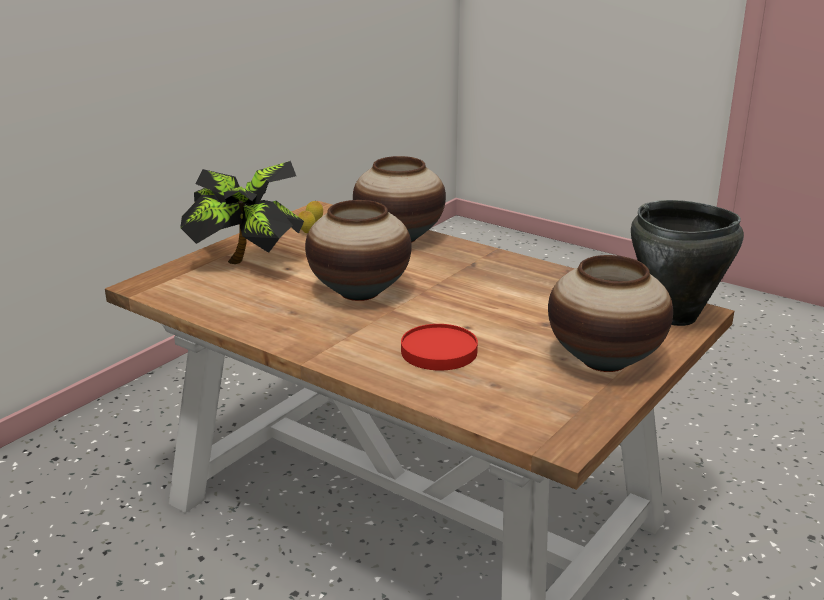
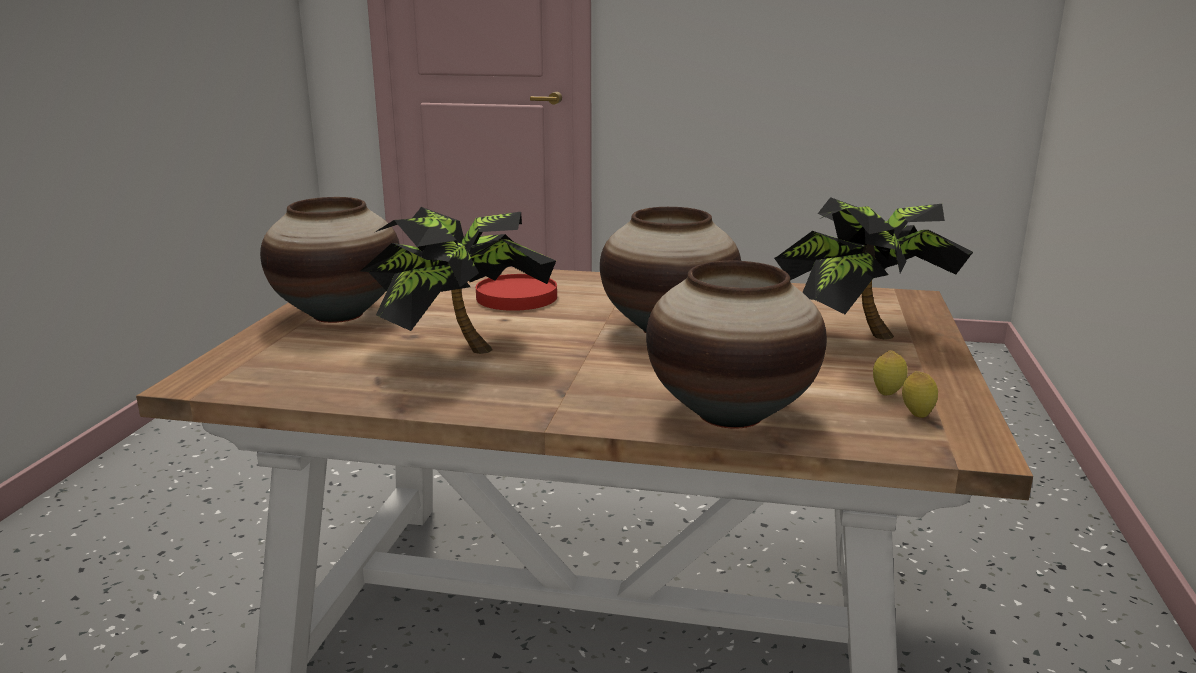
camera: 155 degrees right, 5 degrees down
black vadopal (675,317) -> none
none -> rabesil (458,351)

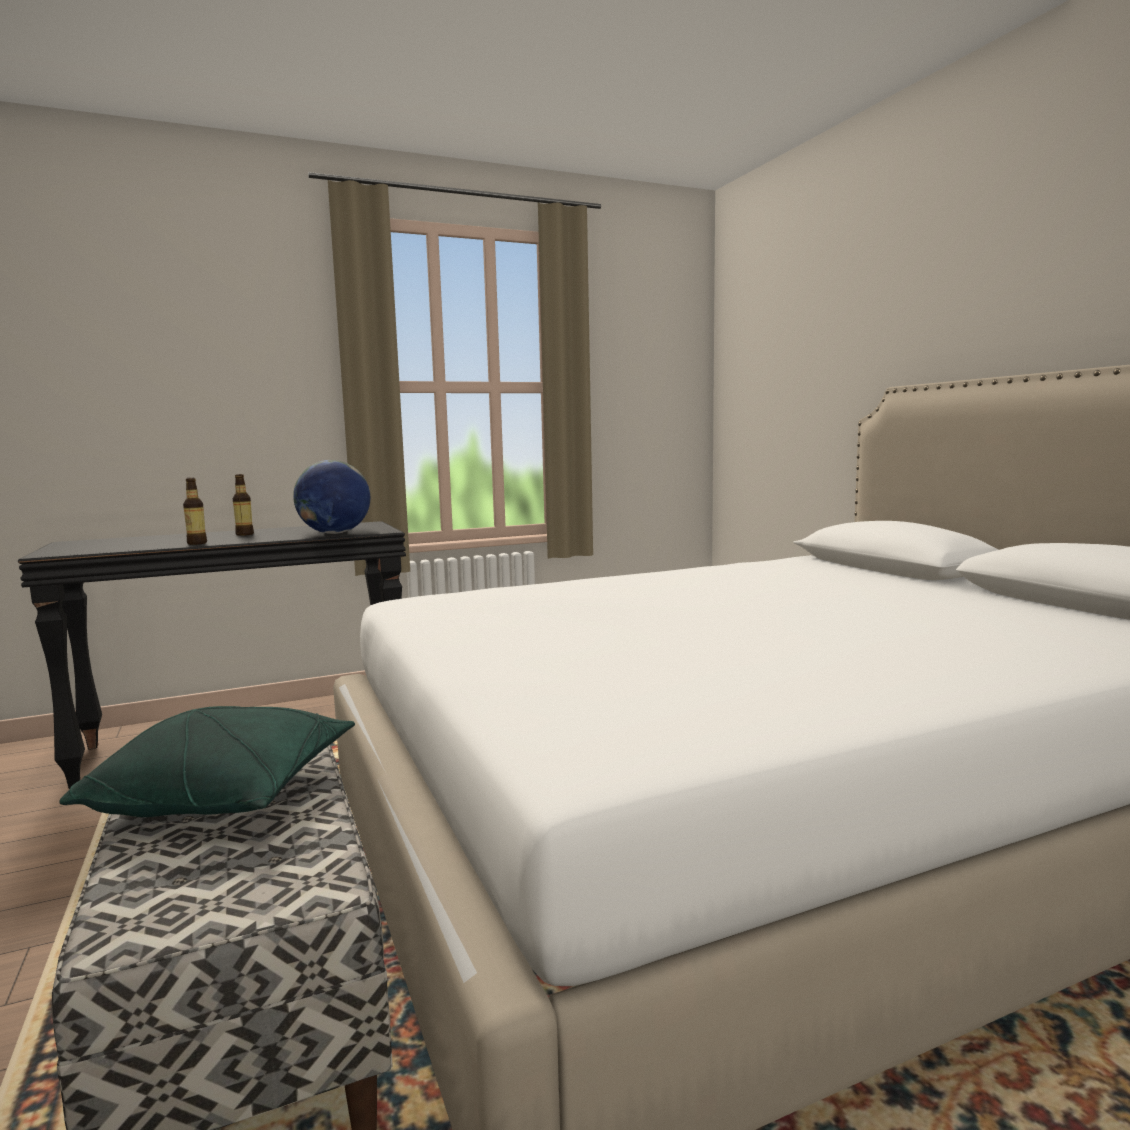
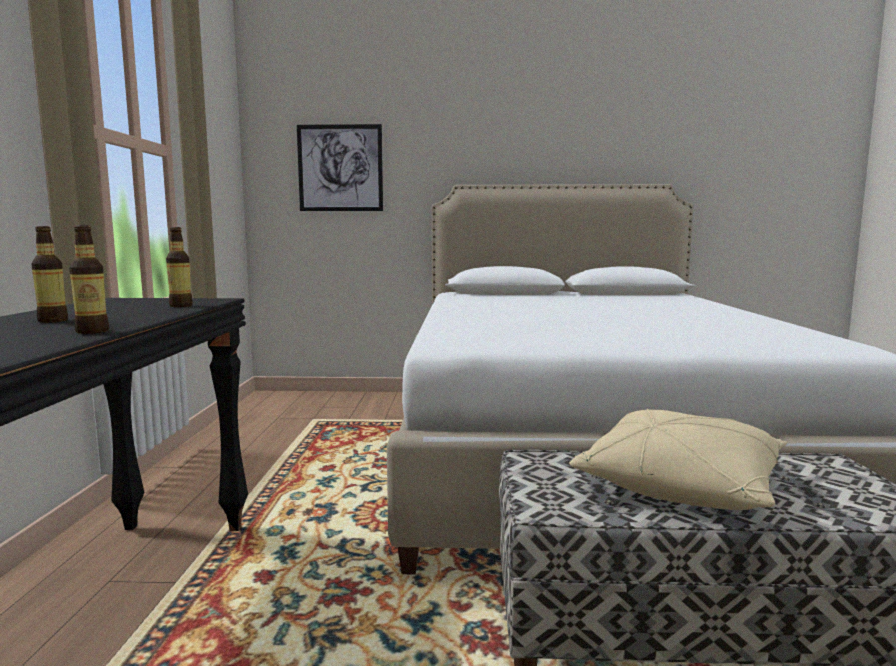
camera: 65 degrees left, 0 degrees up
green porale (226,794) -> beige porale (681,484)
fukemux (335,533) -> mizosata (181,306)
none -> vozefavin (340,168)

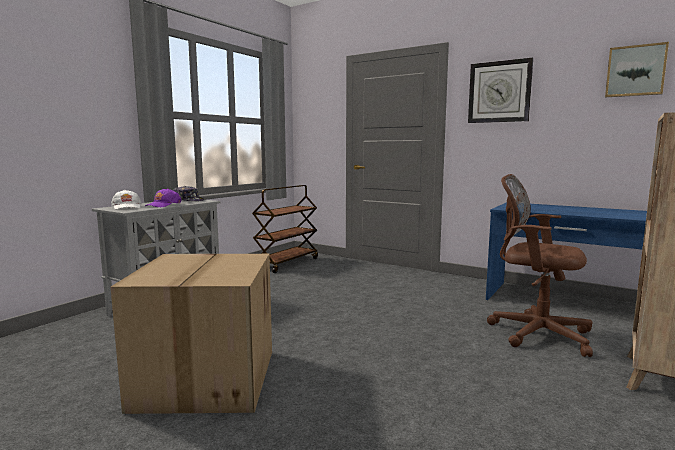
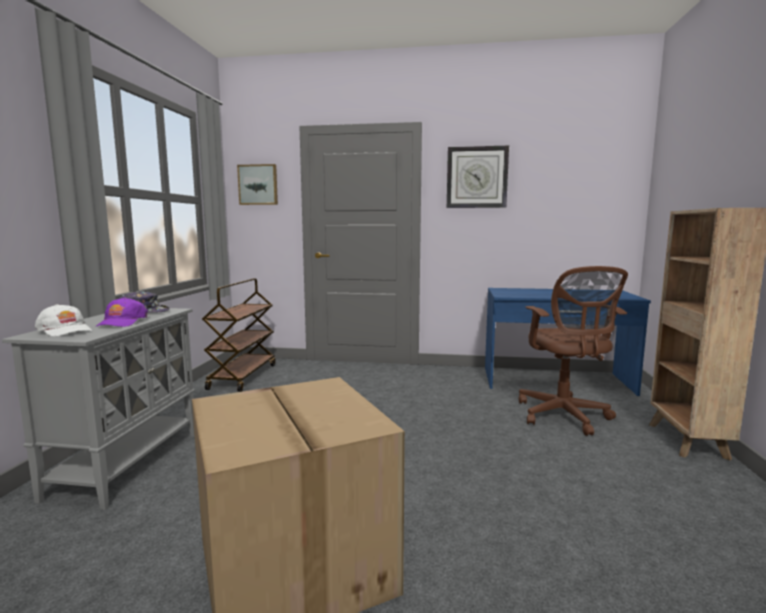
camera: 25 degrees left, 0 degrees up
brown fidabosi (535,333) -> brown fidabosi (564,416), 105 degrees counterclockwise
vozefavin (635,71) -> vozefavin (258,185), relocated

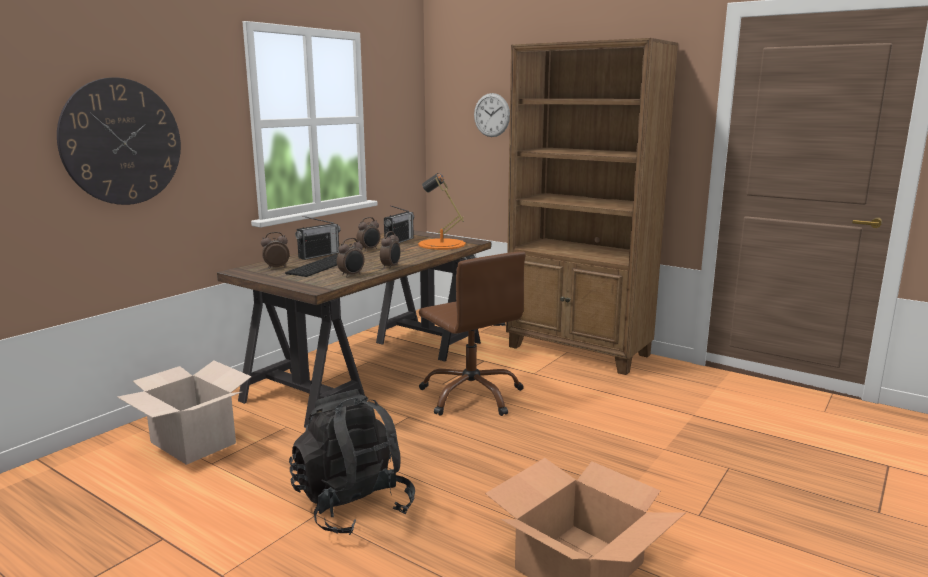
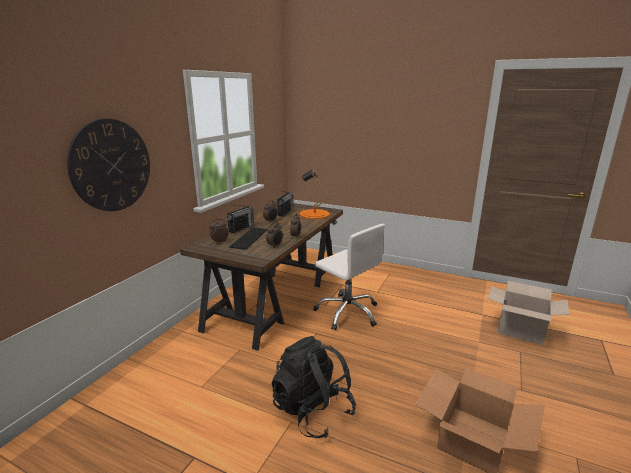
camera: 10 degrees left, 5 degrees up
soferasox (194,442) -> soferasox (520,330), relocated
brown fidabosi (472,395) -> white fidabosi (347,312)
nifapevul (491,115) -> none
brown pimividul (579,351) -> none

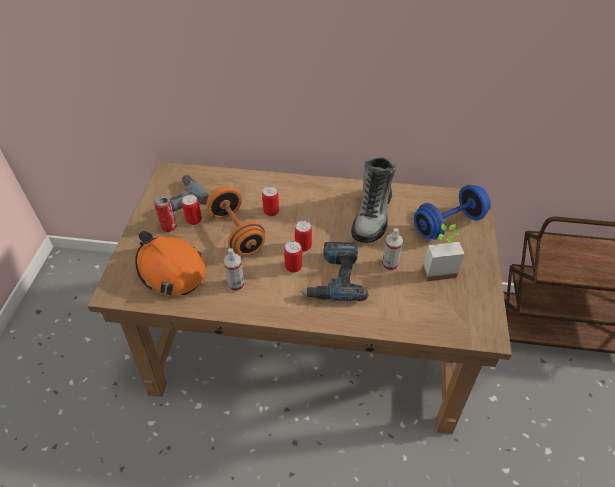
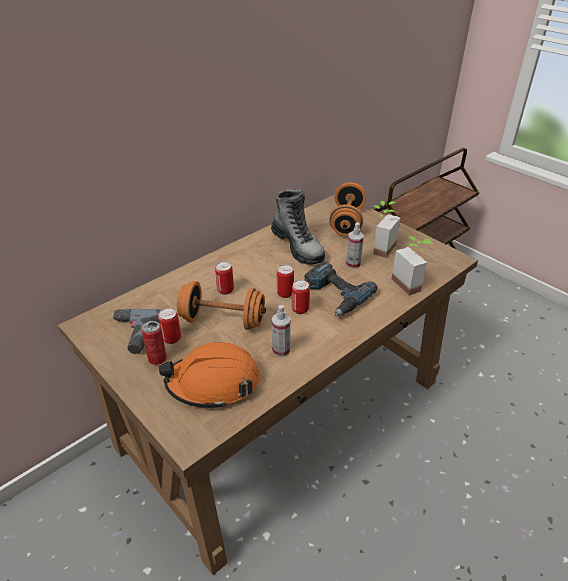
camera: 50 degrees left, 10 degrees down
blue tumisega (448,224) -> orange tumisega (347,222)
none -> rabesil (411,283)

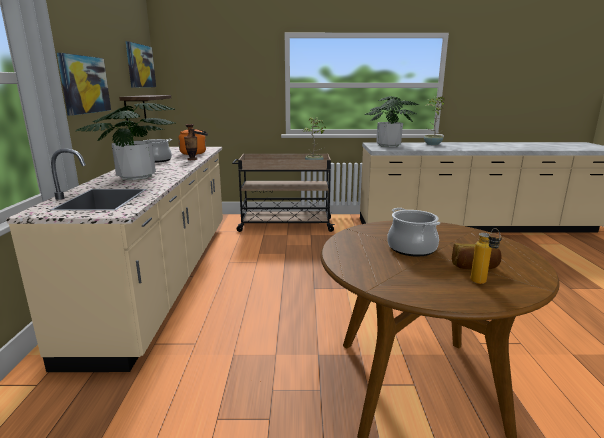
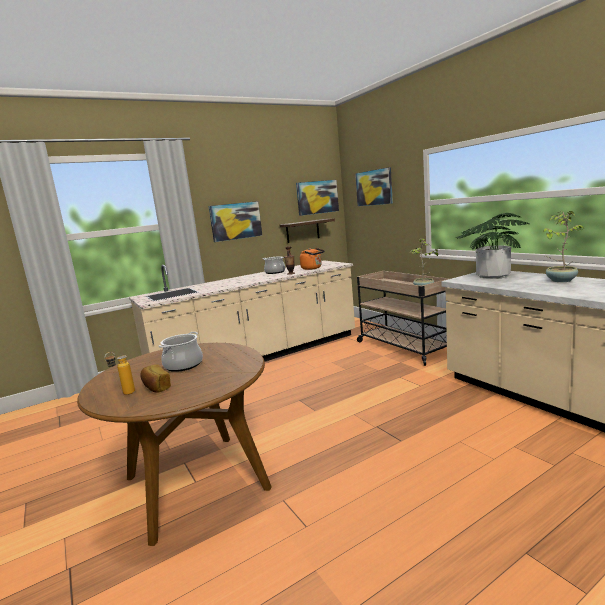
camera: 60 degrees right, 5 degrees down
rabesil (136,176) -> none
none -> vozefavin (374,187)

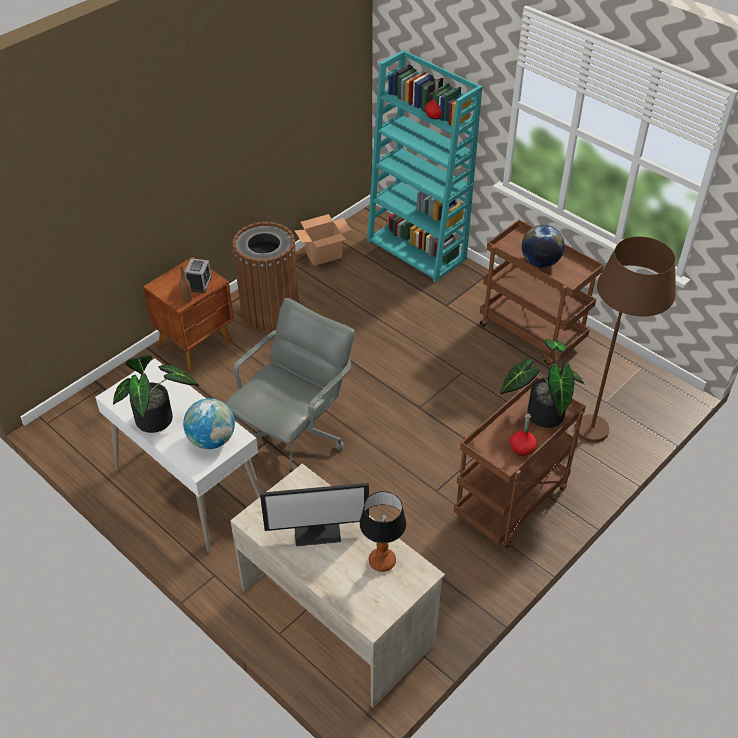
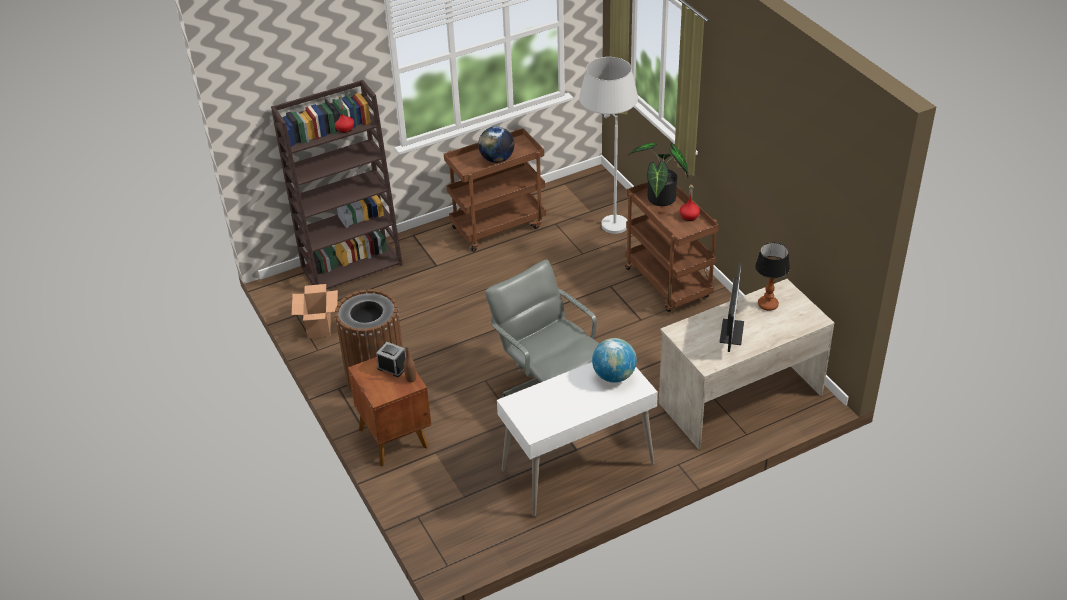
camera: 70 degrees left, 5 degrees down
rabesil (158,420) -> none
turquoise pimividul (417,250) -> brown pimividul (352,265)
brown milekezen (602,419) -> white milekezen (607,217)

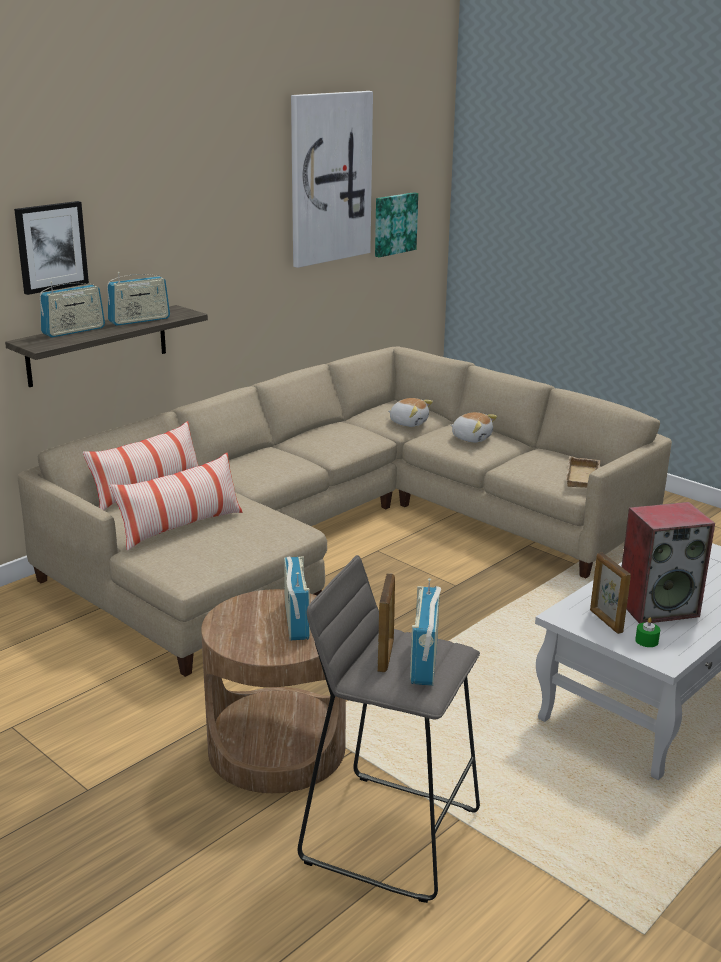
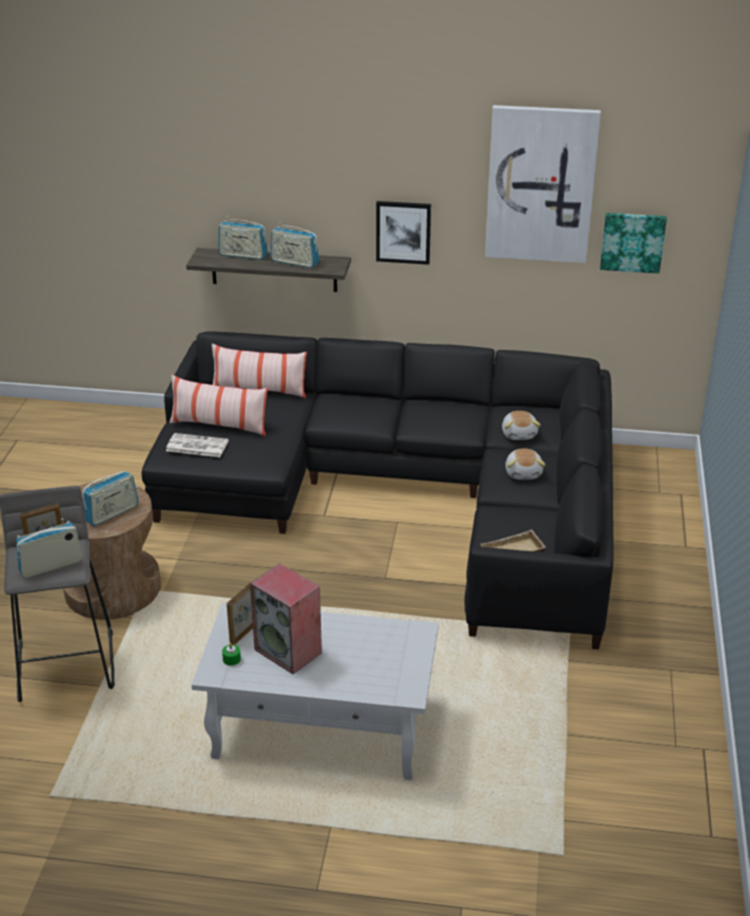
camera: 55 degrees right, 10 degrees up
vozefavin (51,247) -> vozefavin (403,232), relocated
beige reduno (342,533) -> black reduno (405,495)
none -> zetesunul (196,446)

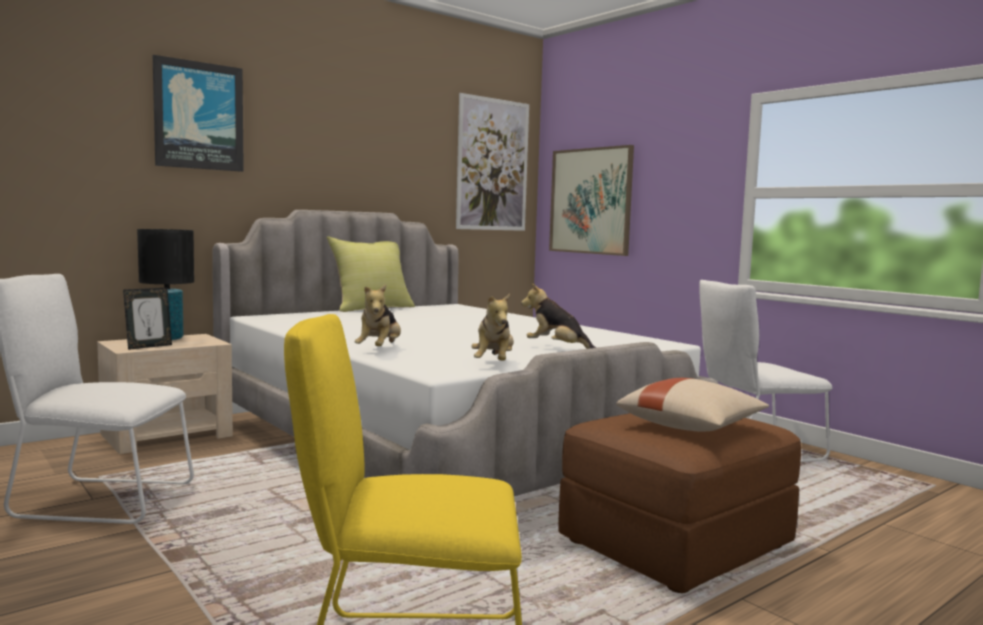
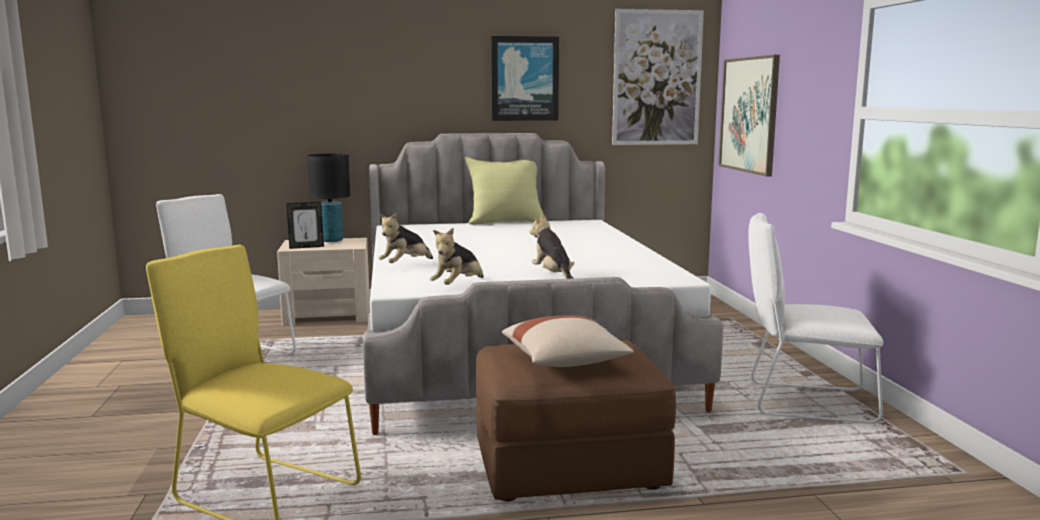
camera: 30 degrees right, 5 degrees up
vozefavin (199,116) -> vozefavin (524,78), relocated

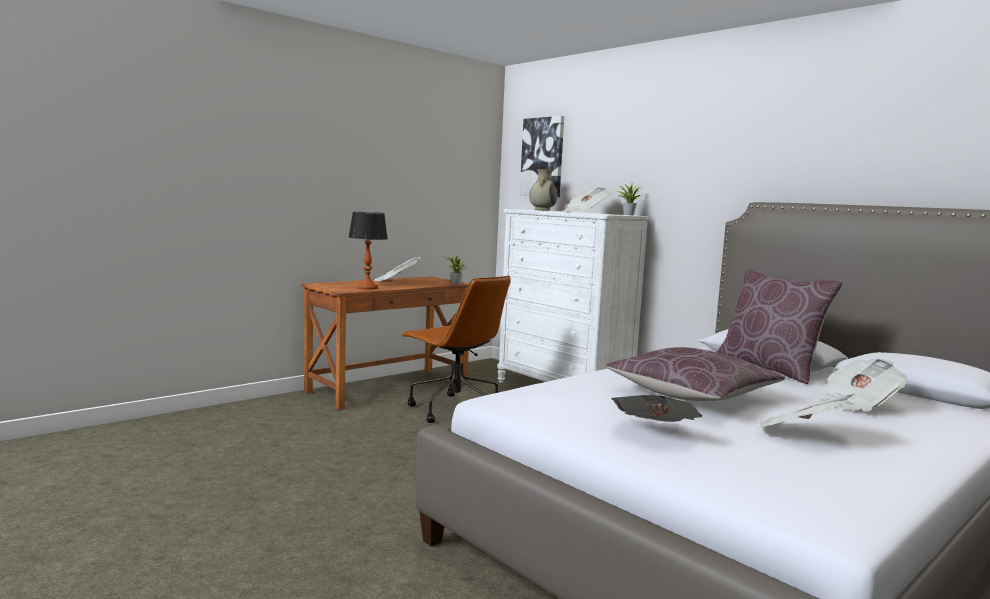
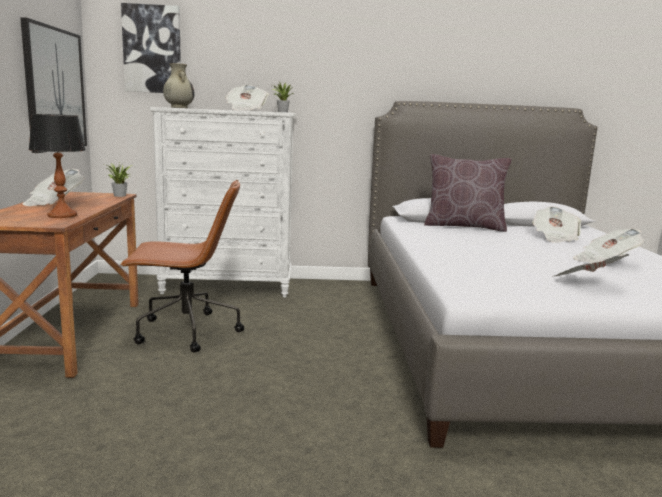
camera: 50 degrees left, 5 degrees up
brown porale (691,394) -> none
none -> vozefavin (54,89)

